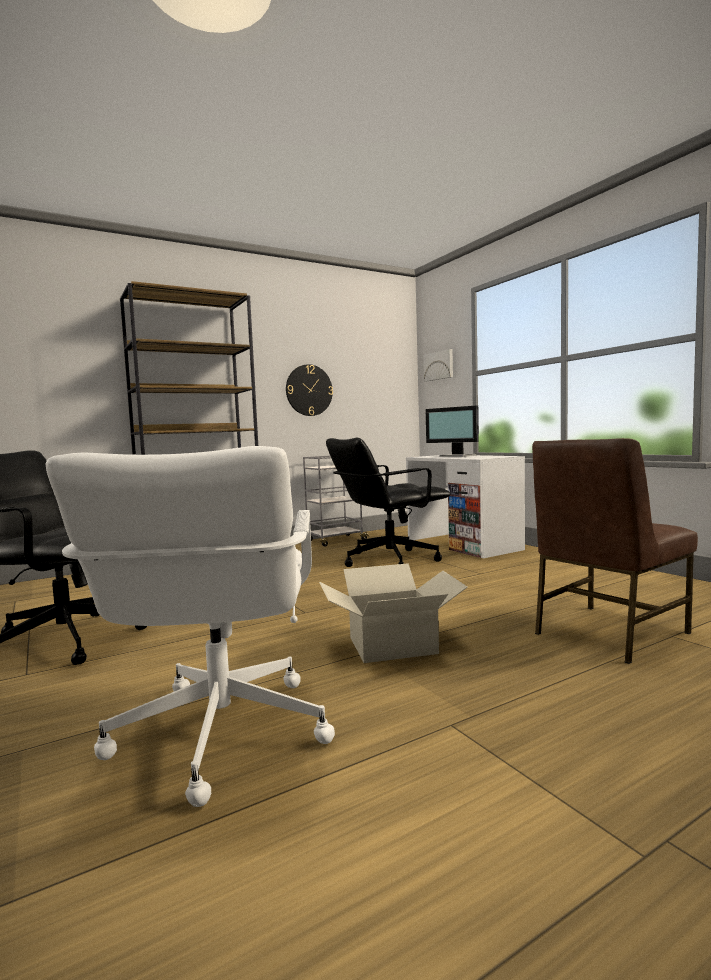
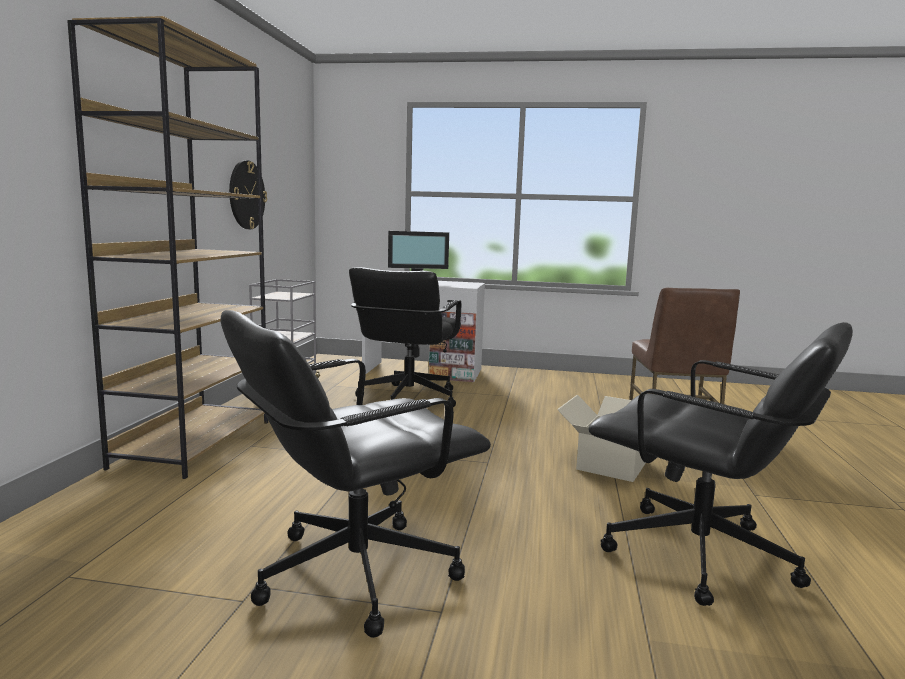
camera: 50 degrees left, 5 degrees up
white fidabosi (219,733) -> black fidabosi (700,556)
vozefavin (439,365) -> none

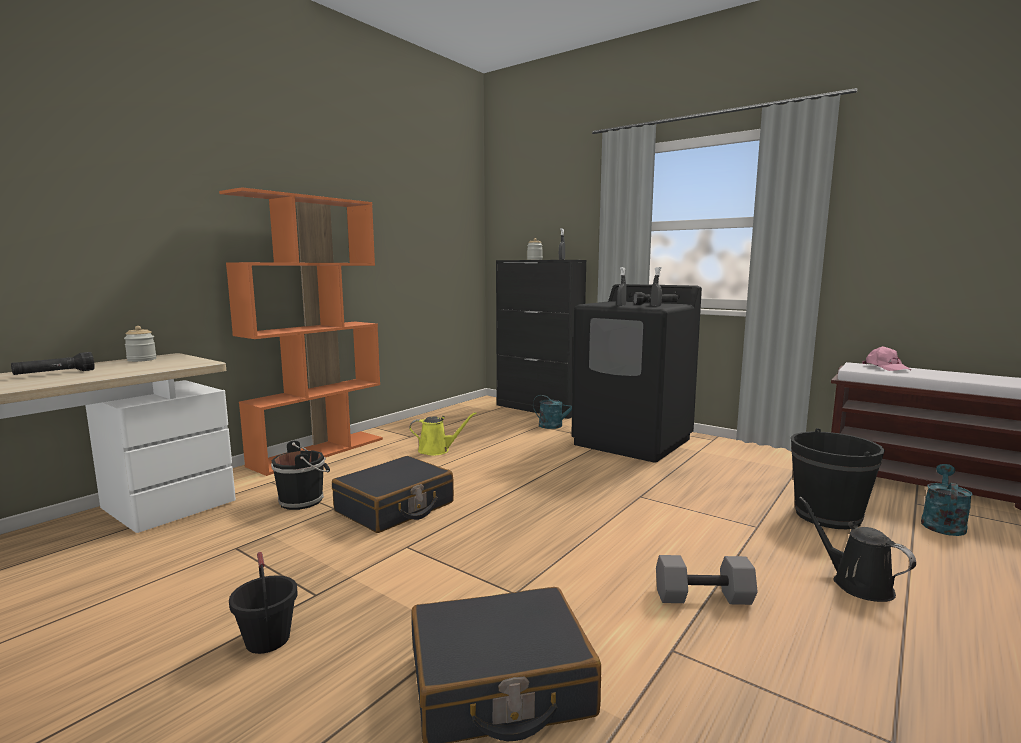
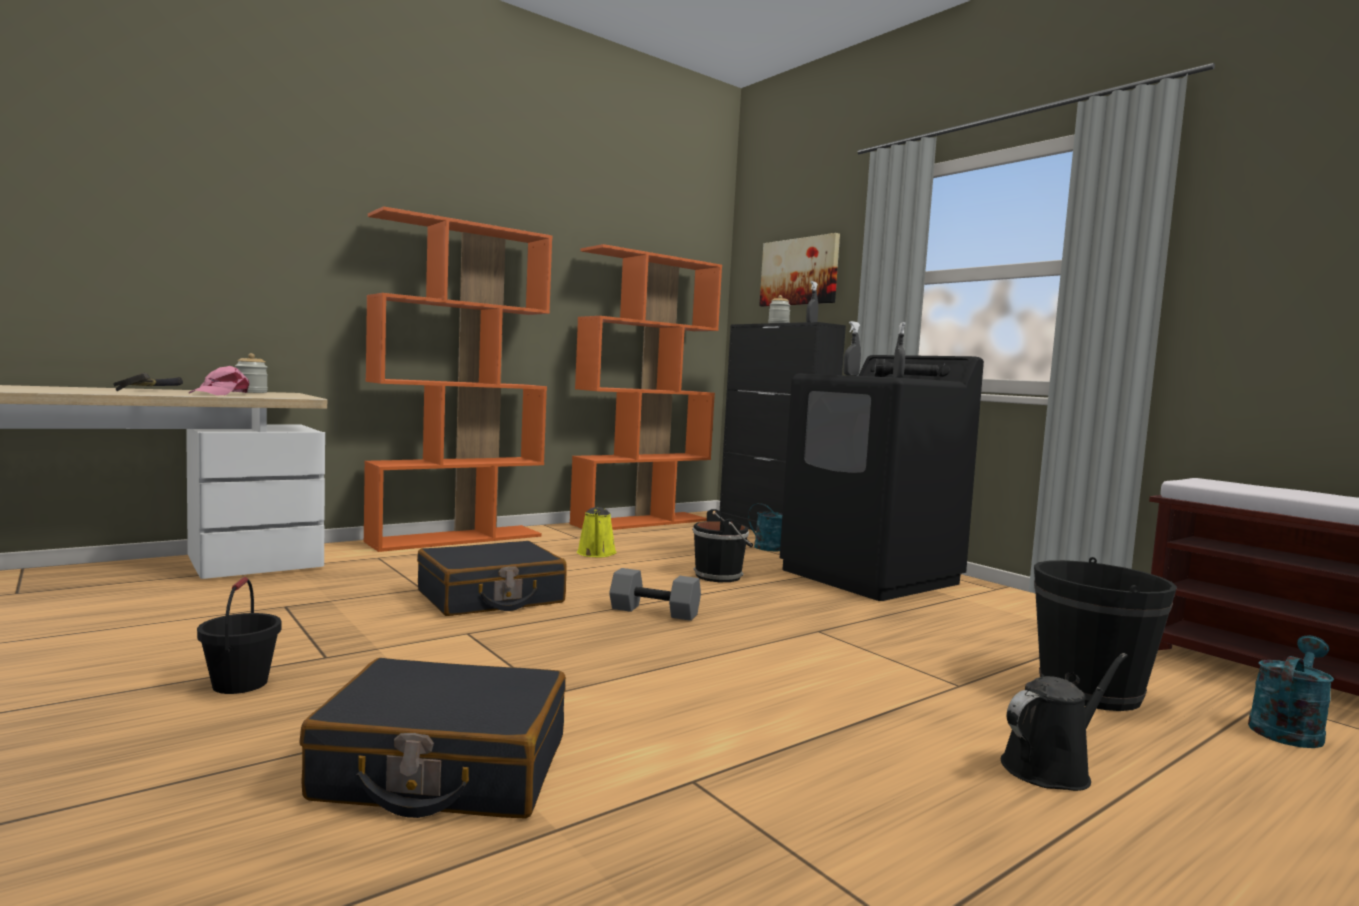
camera: 15 degrees right, 5 degrees down
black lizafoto (55,374) -> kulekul (149,391)
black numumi (303,500) -> black numumi (720,576), relocated
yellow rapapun (437,450) -> yellow rapapun (596,554), 75 degrees clockwise
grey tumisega (703,596) -> grey tumisega (655,611), relocated
black rapapun (856,583) -> black rapapun (1051,768), 75 degrees clockwise
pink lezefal (886,367) -> pink lezefal (221,394), relocated
none -> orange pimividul (641,522)
none -> vozefavin (799,272)

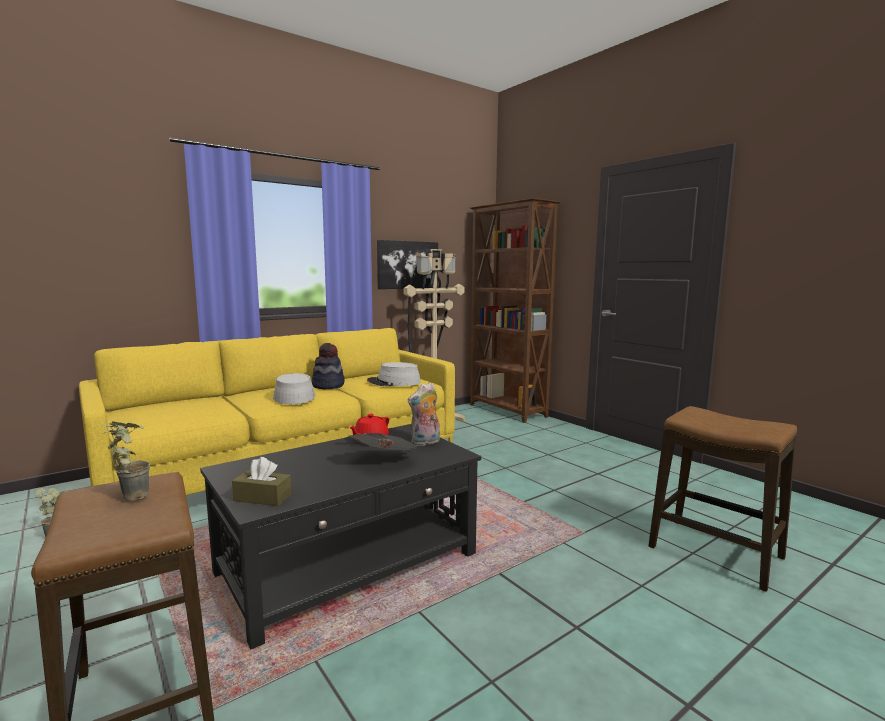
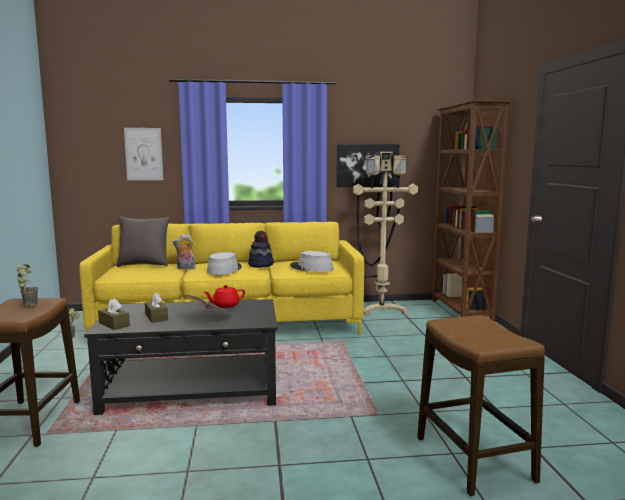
camera: 30 degrees right, 0 degrees up
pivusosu (425,443) -> pivusosu (185,268), relocated
none -> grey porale (144,265)
none -> vozefavin (144,154)
none -> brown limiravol (156,317)

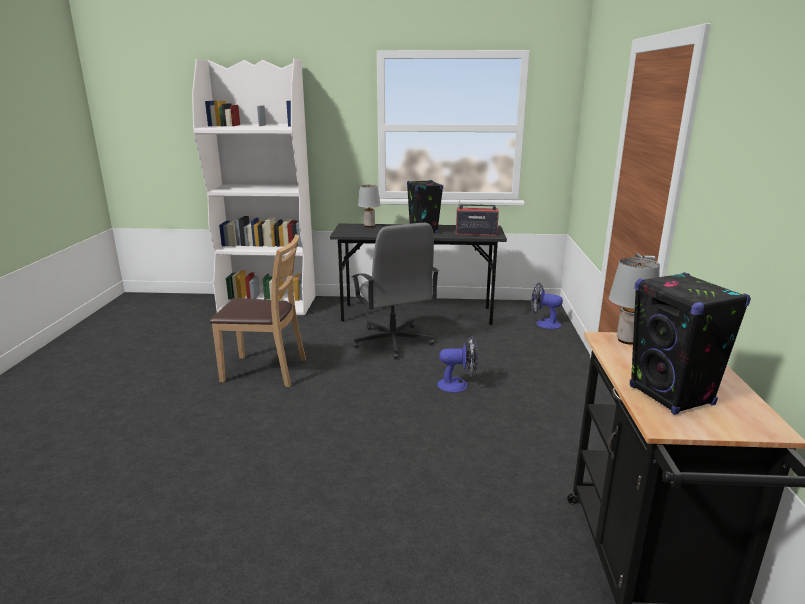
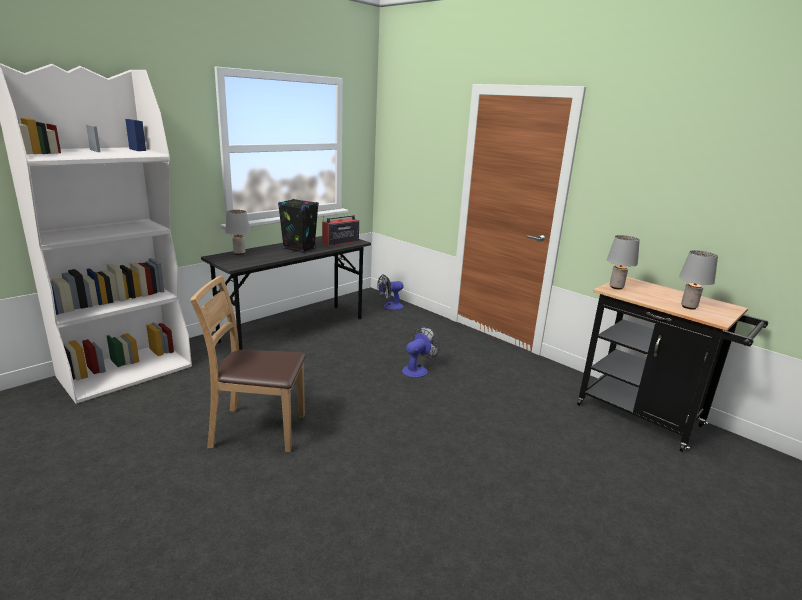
camera: 50 degrees left, 0 degrees up
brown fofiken (265,370) -> brown fofiken (257,430), 135 degrees counterclockwise
grey fidabosi (393,342) -> none
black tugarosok (671,396) -> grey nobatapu (689,307)

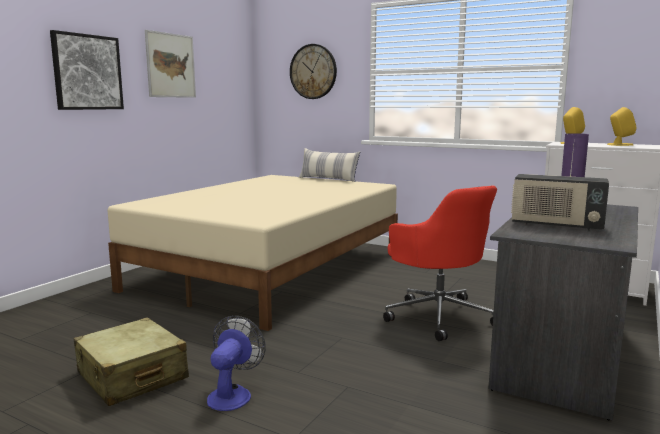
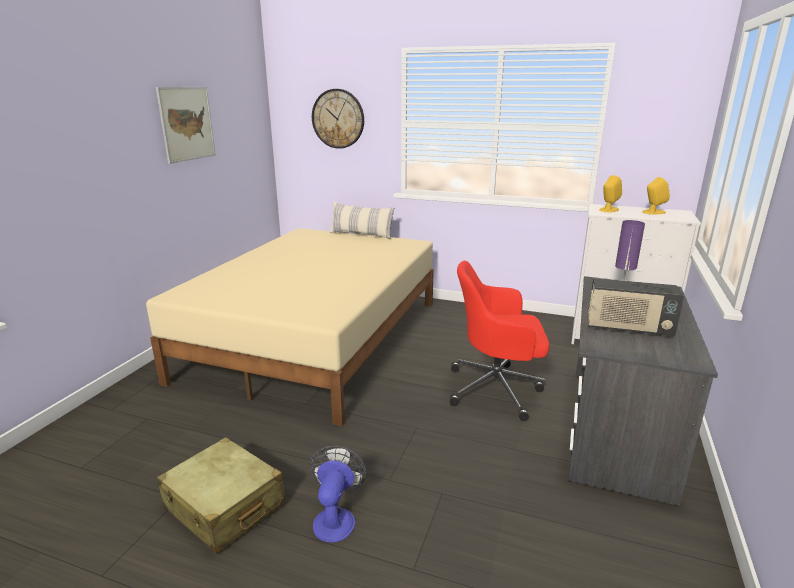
camera: 10 degrees left, 10 degrees up
vozefavin (87,72) -> none
red fidabosi (438,316) -> red fidabosi (496,389), 135 degrees clockwise

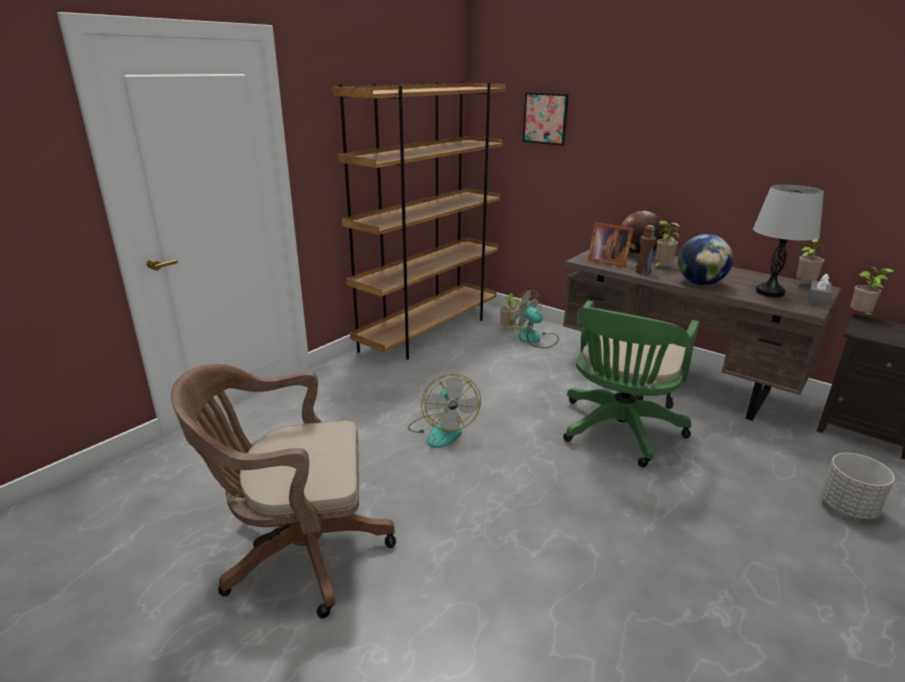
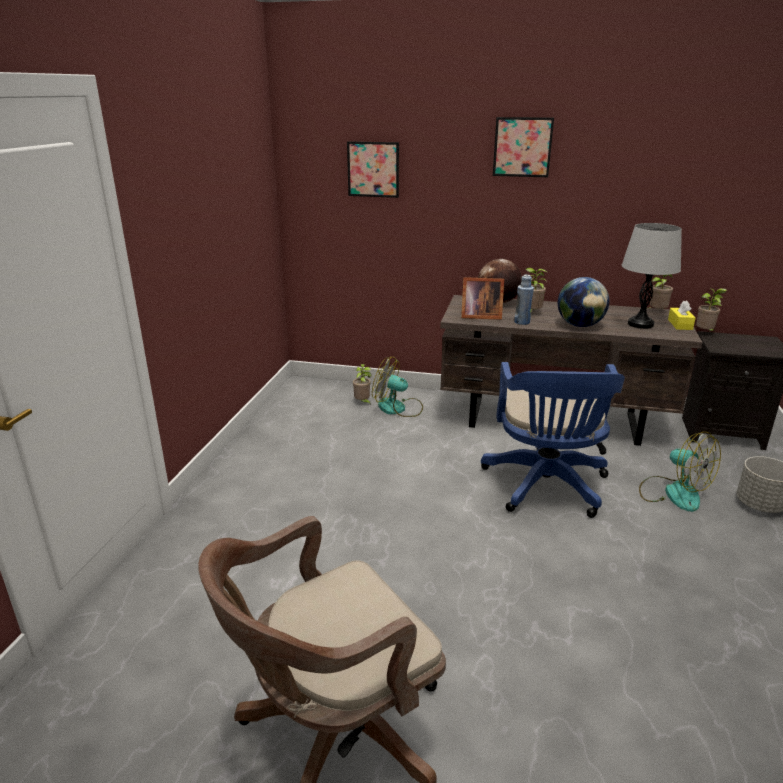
camera: 25 degrees left, 0 degrees up
brown pimividul (429,332) -> none
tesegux (442,430) -> tesegux (673,493), relocated
green fidabosi (618,432) -> blue fidabosi (546,487)
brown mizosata (642,272) -> blue mizosata (522,322)
grey limiravol (817,299) -> yellow limiravol (680,324)
none -> vozefavin (522,147)

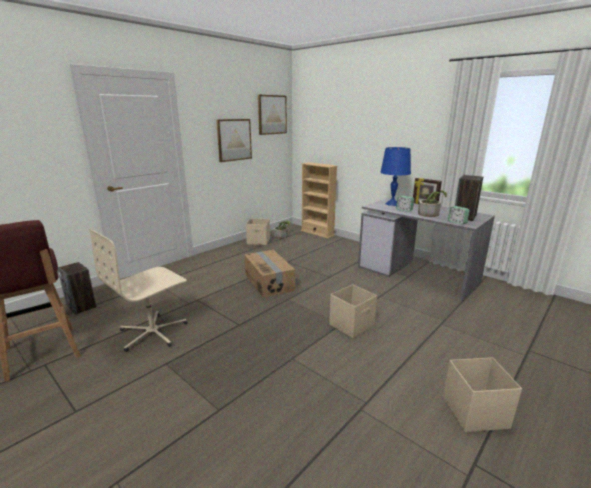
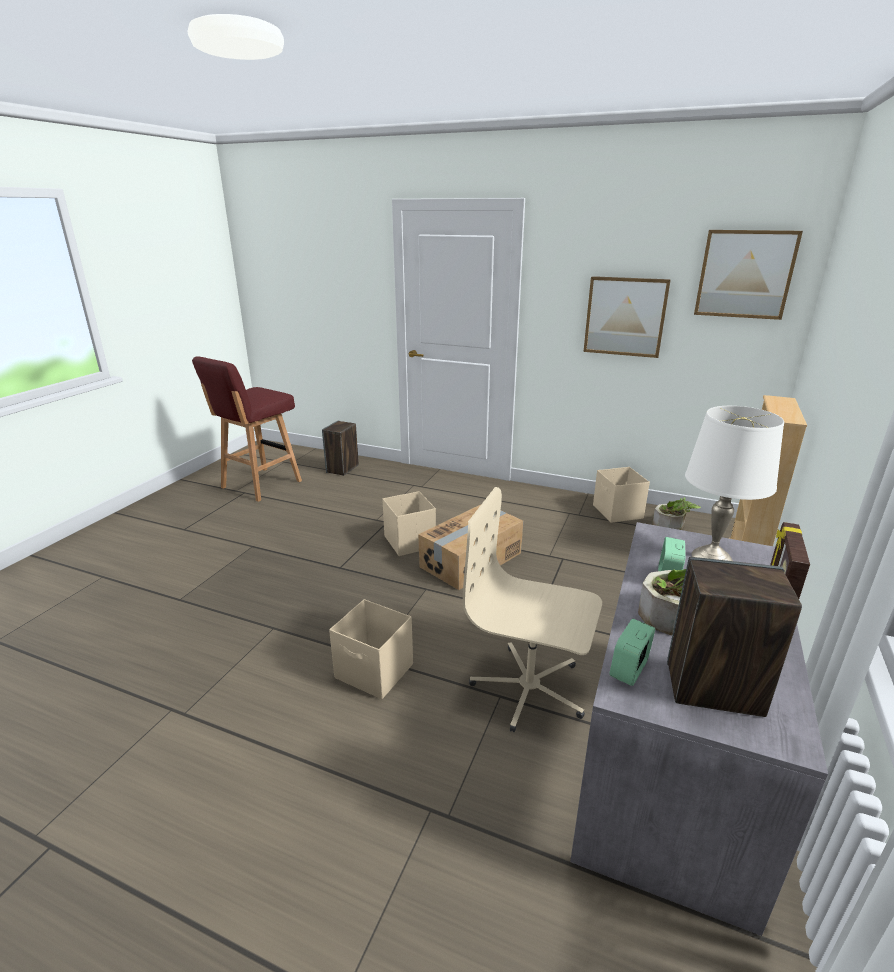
camera: 70 degrees right, 5 degrees up
beige fidabosi (153,332) -> beige fidabosi (529,689), relocated
blue nobatapu (392,204) -> white nobatapu (711,557)
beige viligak (473,412) -> beige viligak (409,541), relocated

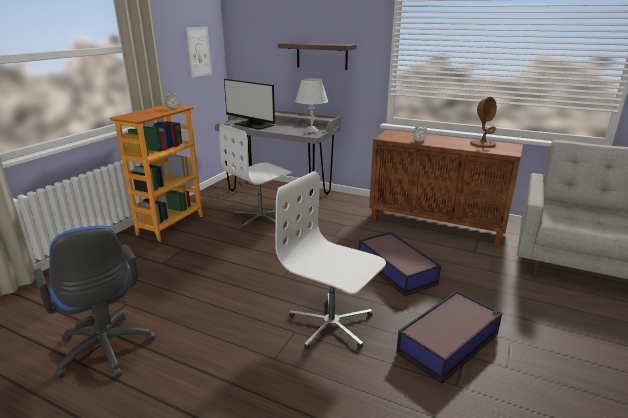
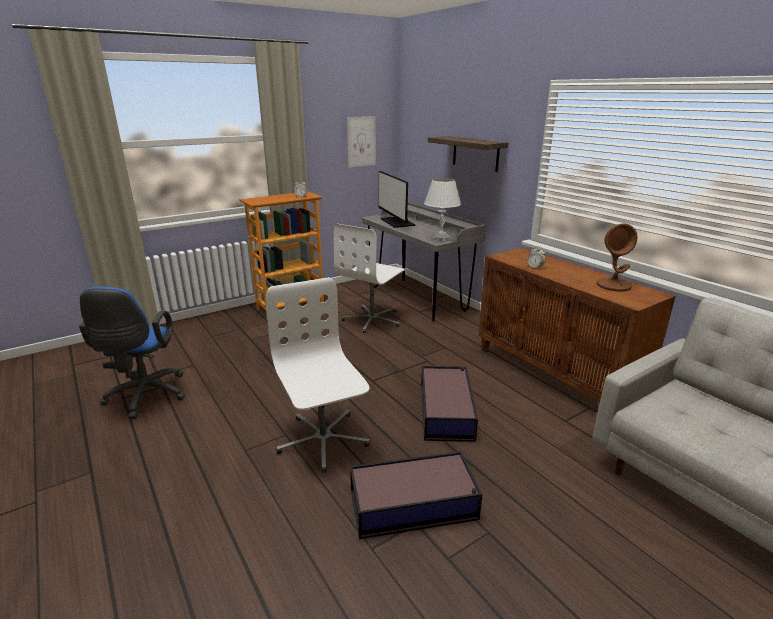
camera: 30 degrees right, 0 degrees up
white fidabosi (261,217) -> white fidabosi (373,320), 45 degrees counterclockwise

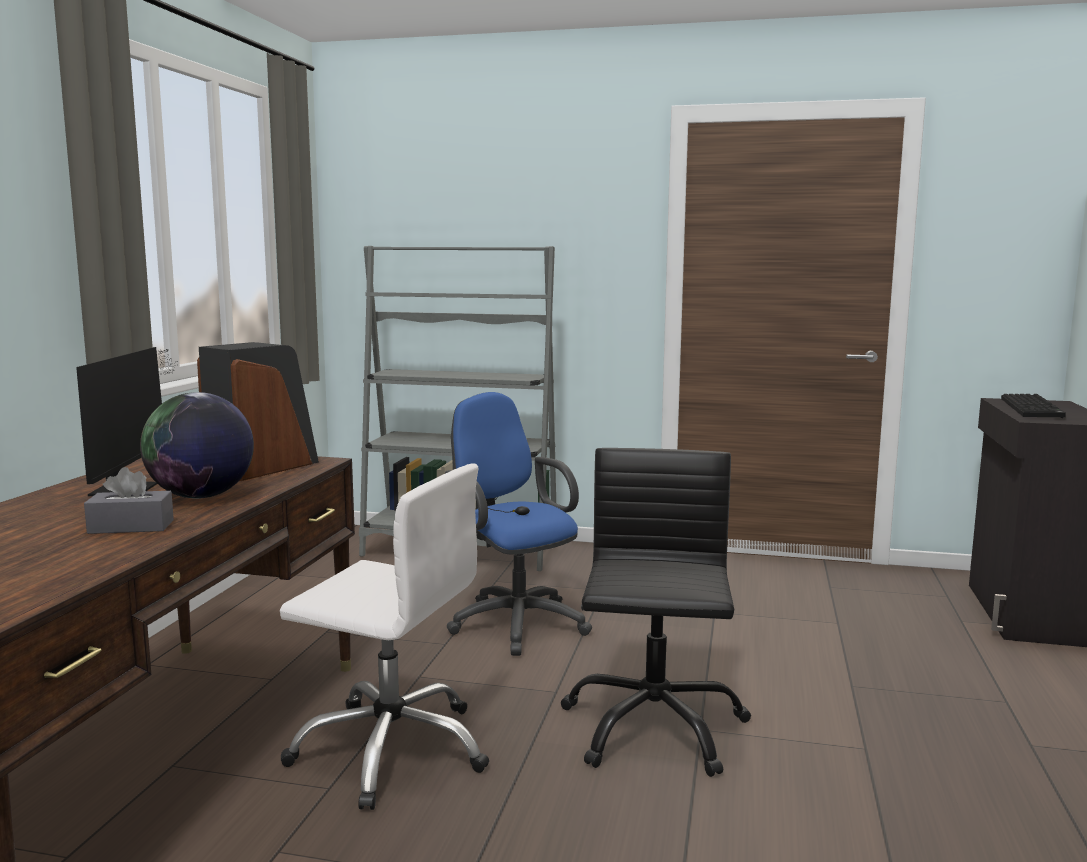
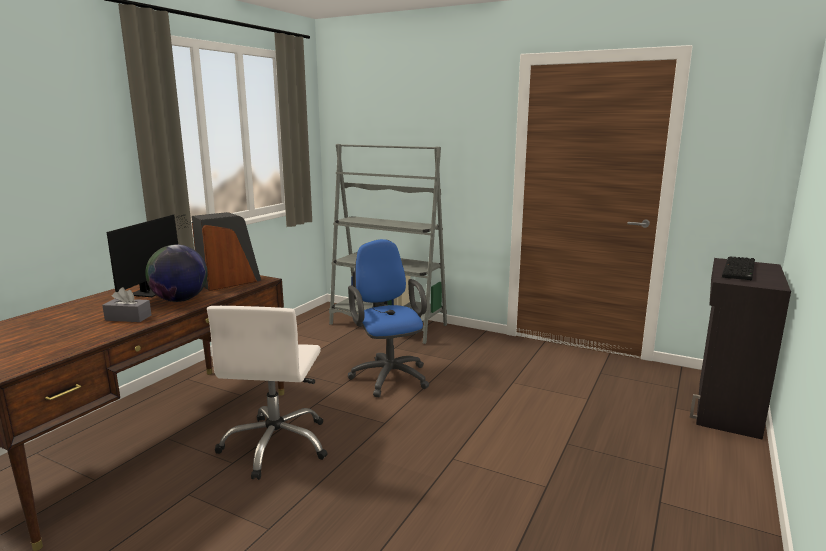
camera: 15 degrees right, 5 degrees up
white fidabosi (392,749) -> white fidabosi (276,445), 60 degrees clockwise
black fidabosi (652,727) -> none

